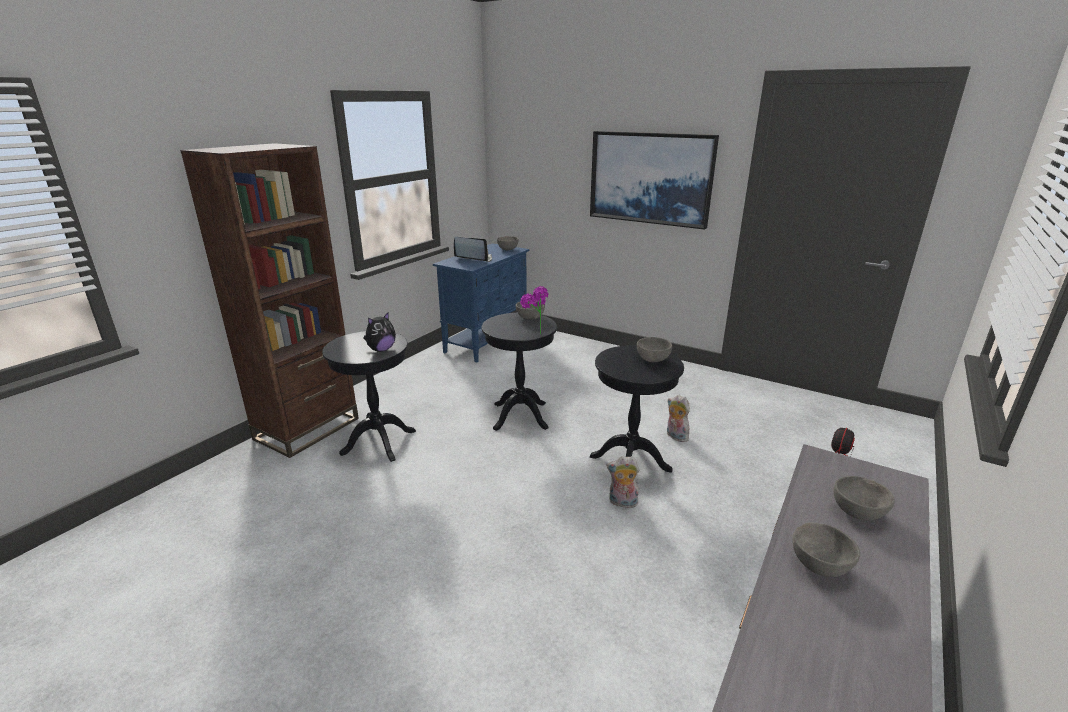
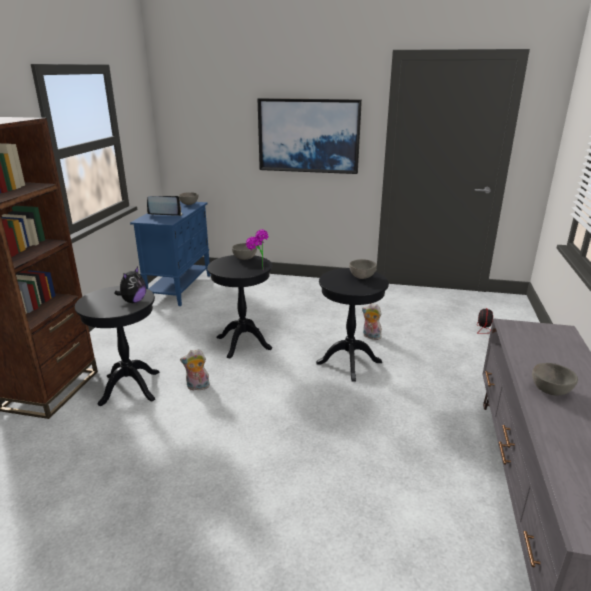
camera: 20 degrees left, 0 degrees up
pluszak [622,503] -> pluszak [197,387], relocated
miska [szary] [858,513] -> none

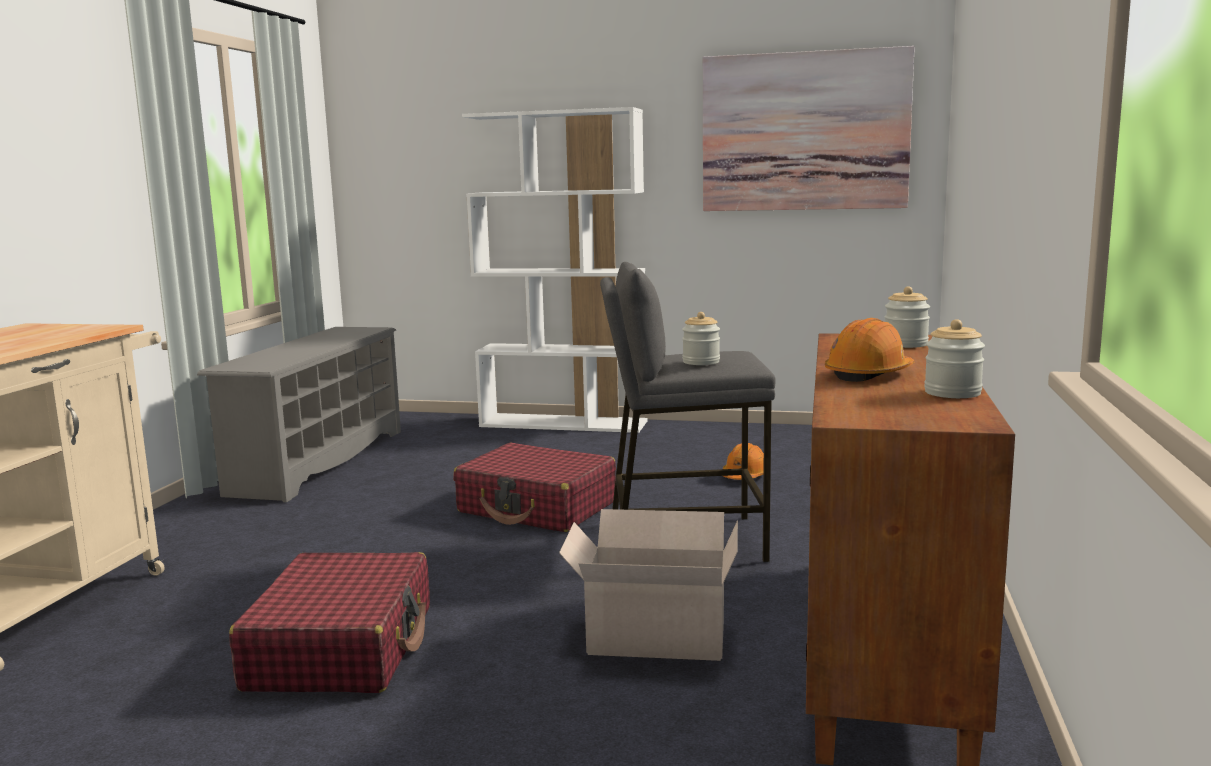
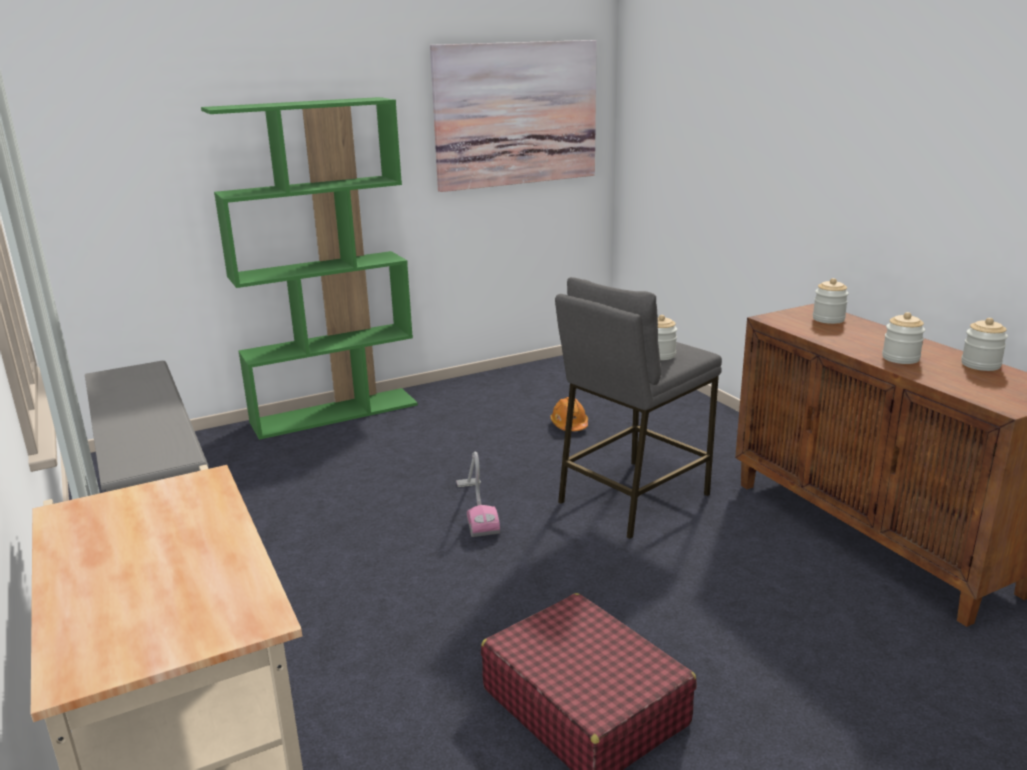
camera: 40 degrees left, 10 degrees up
walizka [czerwony] [537,507] -> odkurzacz [476,508]
regał [biały] [564,423] -> regał [zielony] [335,413]
karton [653,635] -> none
kask [pomarańczowy] [869,375] -> słoik [900,358]

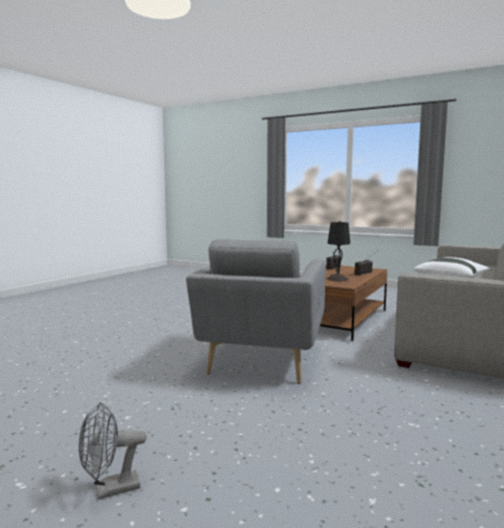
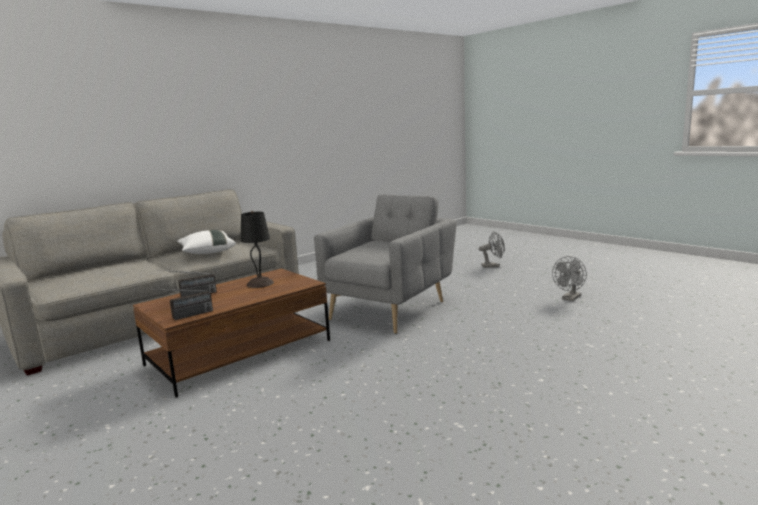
camera: 160 degrees left, 5 degrees up
none -> wentylator [szary] [570,298]

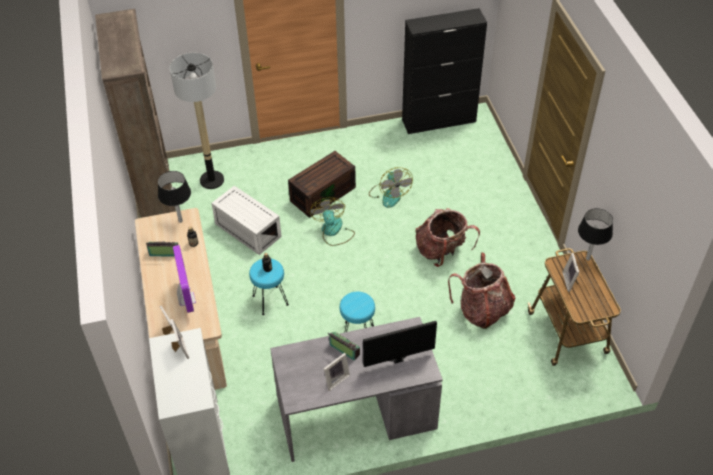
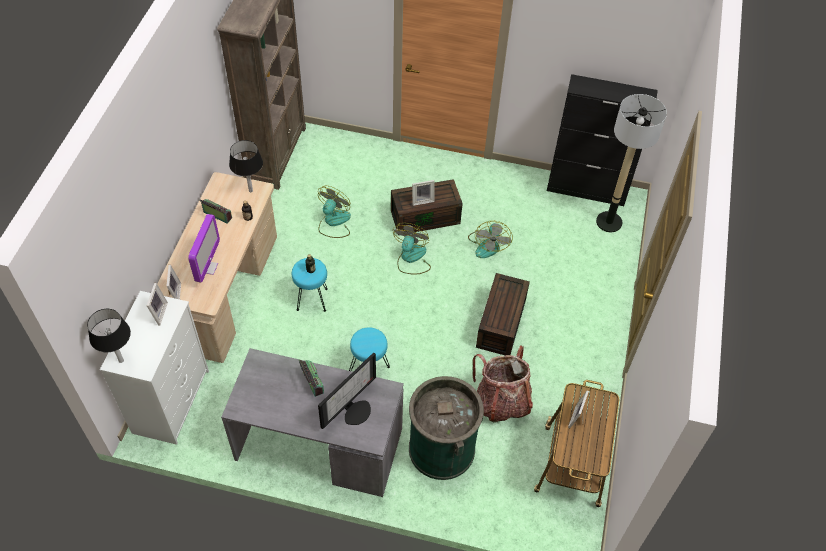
camera: 25 degrees right, 5 degrees up
lampa stojąca [212,180] -> lampa stojąca [609,222], relocated
pojemnik do przechowywania [biały] [246,230] -> wentylator [334,222]
ramka na zdjęcie [335,379] -> ramka na zdjęcie [422,200], relocated
monitor [395,355] -> monitor [355,410], 120 degrees clockwise
plecak [442,251] -> pojemnik do przechowywania [brązowy] [501,325]
lampa stołowa [czarny] [587,258] -> lampa stołowa [czarny] [121,360], relocated
none -> kosz na śmieci [zielony] [441,448]

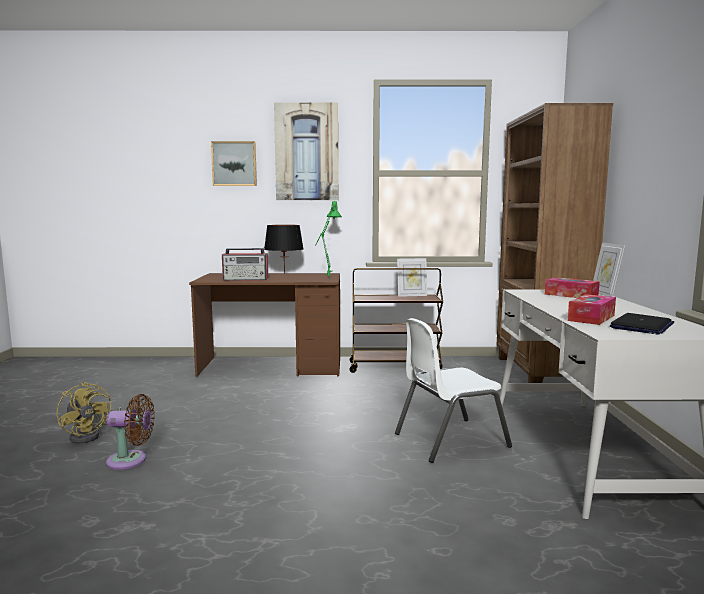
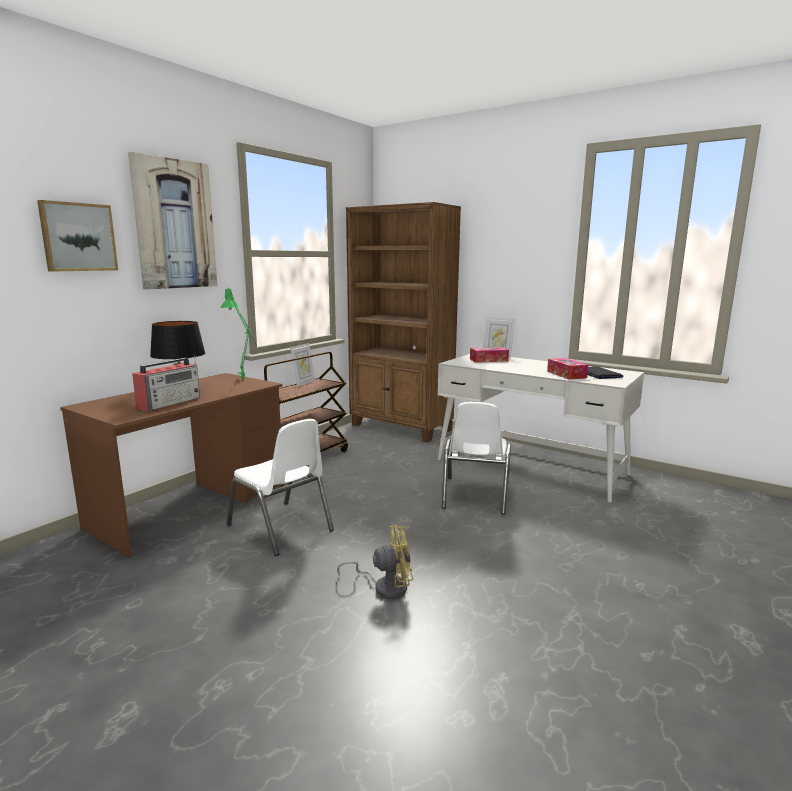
camera: 55 degrees left, 5 degrees up
wentylator [żółty] [88,435] -> wentylator [żółty] [385,587], relocated
wentylator [brązowy] [131,461] -> none
none -> krzesło [biały] [280,528]

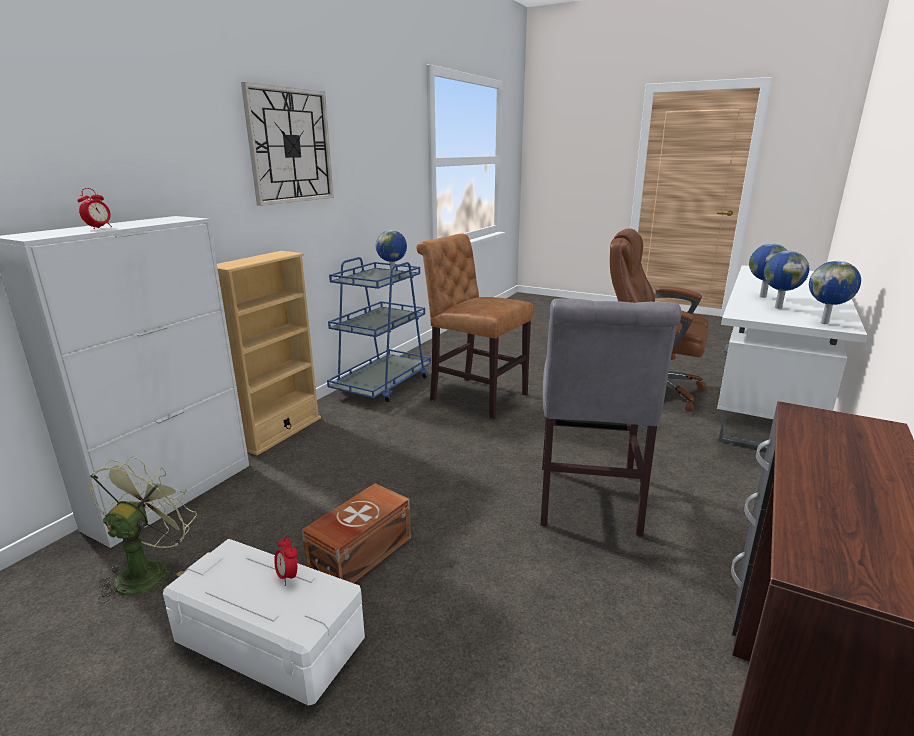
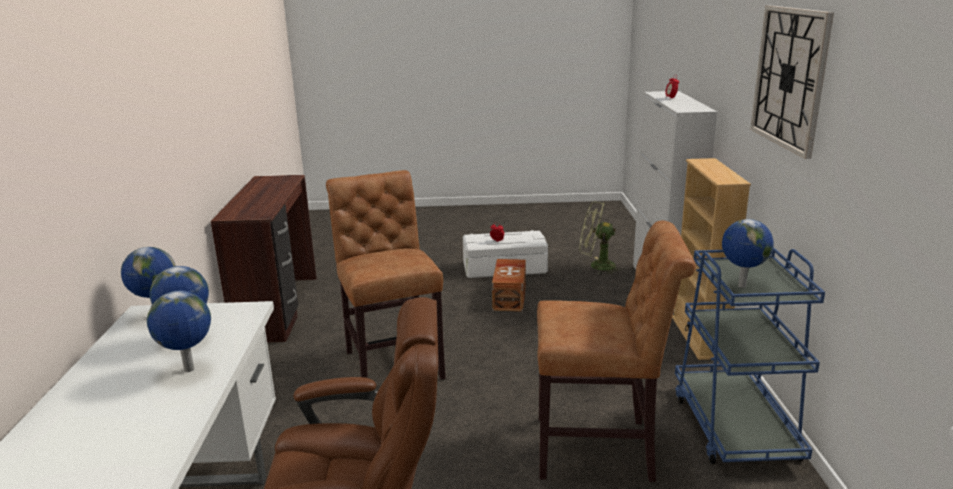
camera: 150 degrees right, 0 degrees up
wentylator [zielony] [148,570] -> wentylator [zielony] [596,266], 120 degrees clockwise
krzesło [szary] [588,503] -> krzesło [brązowy] [392,362]

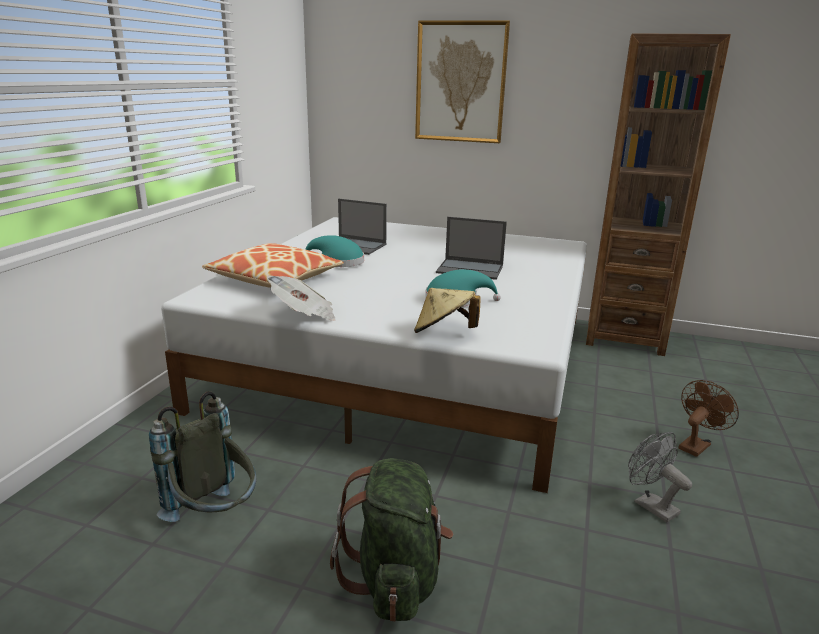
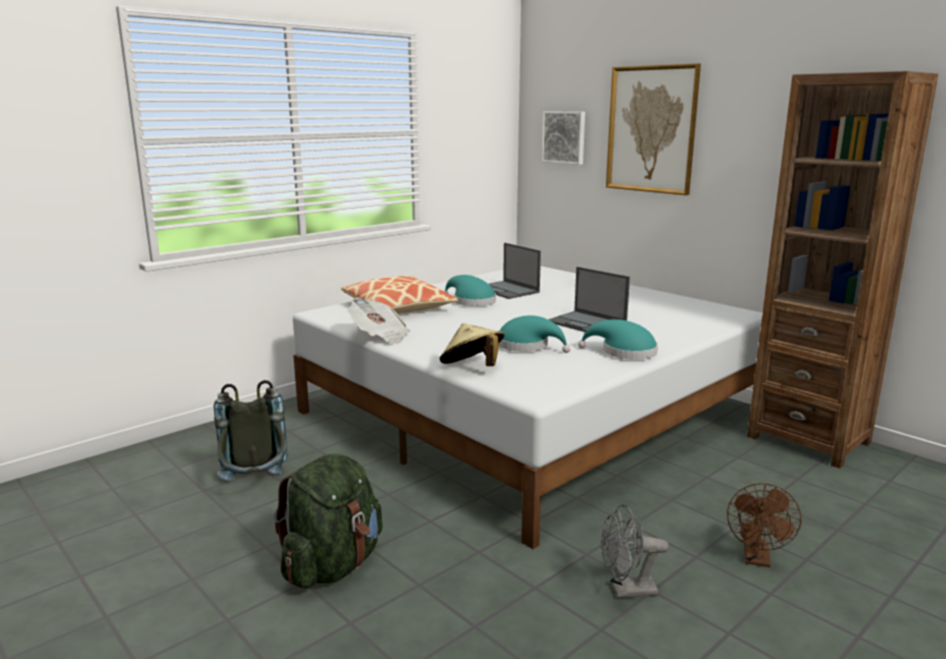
camera: 30 degrees right, 5 degrees down
wentylator [szary] [650,505] -> wentylator [szary] [626,591], 90 degrees counterclockwise
wentylator [brązowy] [696,445] -> wentylator [brązowy] [757,559], 120 degrees clockwise
none -> obraz [564,137]
none -> kapelusz [turkusowy] [624,352]

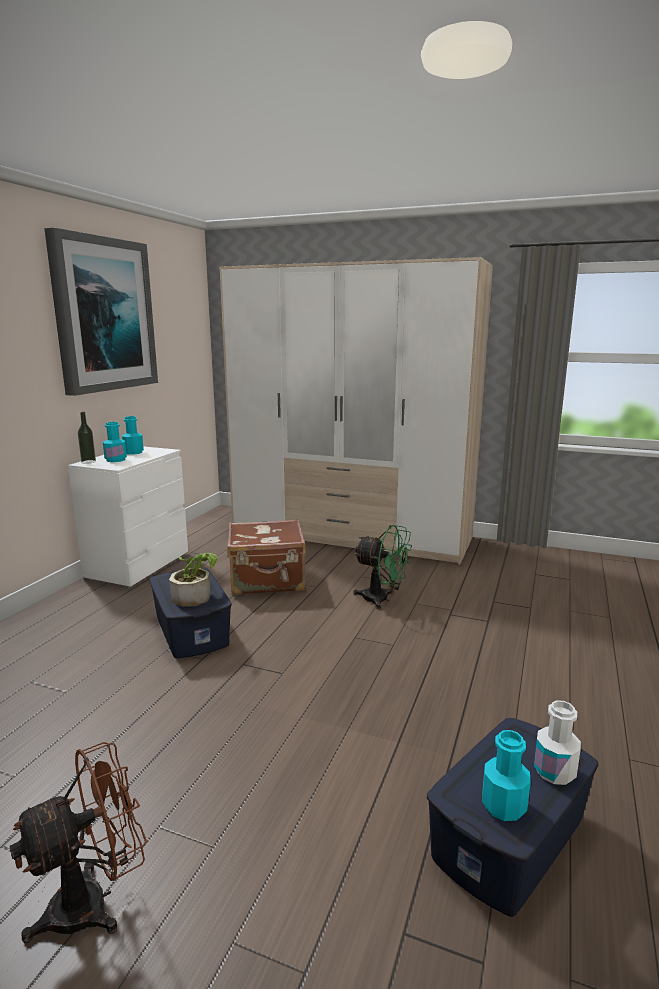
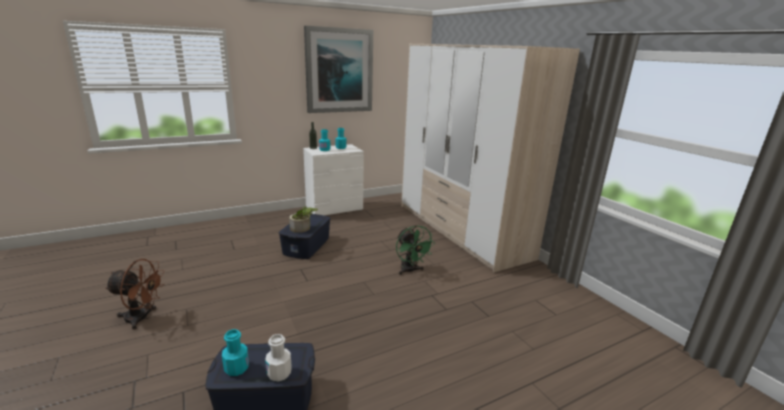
camera: 40 degrees right, 5 degrees up
walizka [brązowy] [267,581] -> none

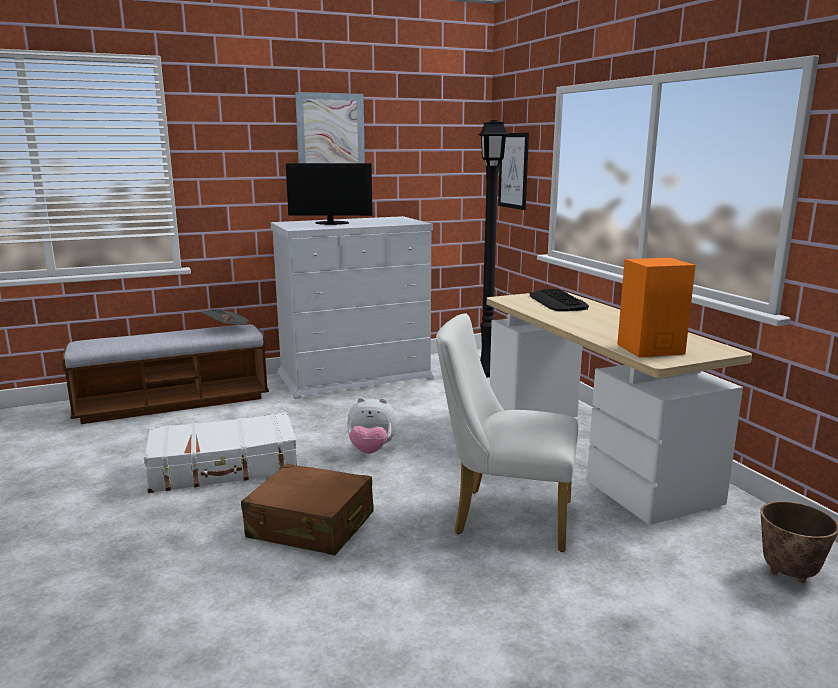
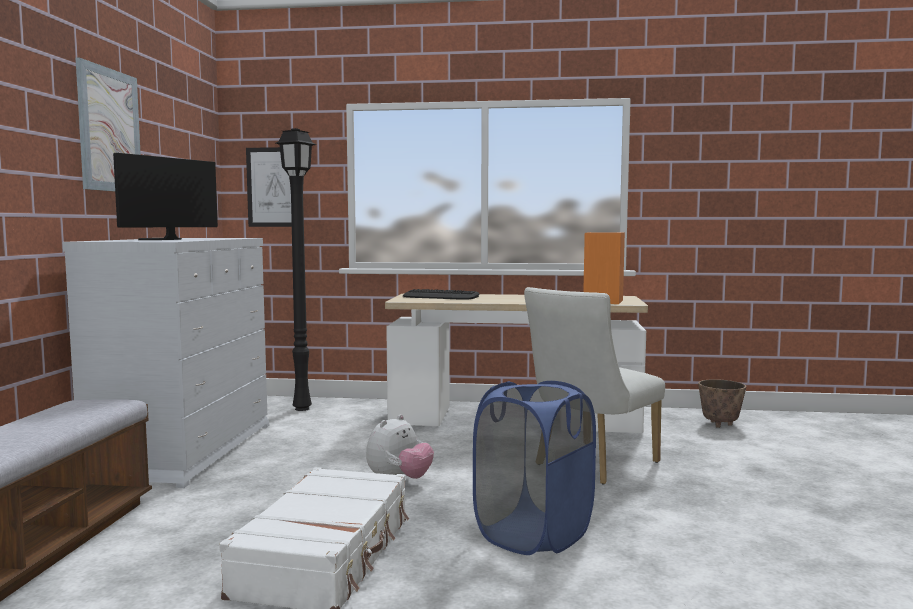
camera: 60 degrees left, 10 degrees down
gazeta [229,330] -> none
walizka [brązowy] [311,526] -> kosz na pranie [niebieski] [533,534]

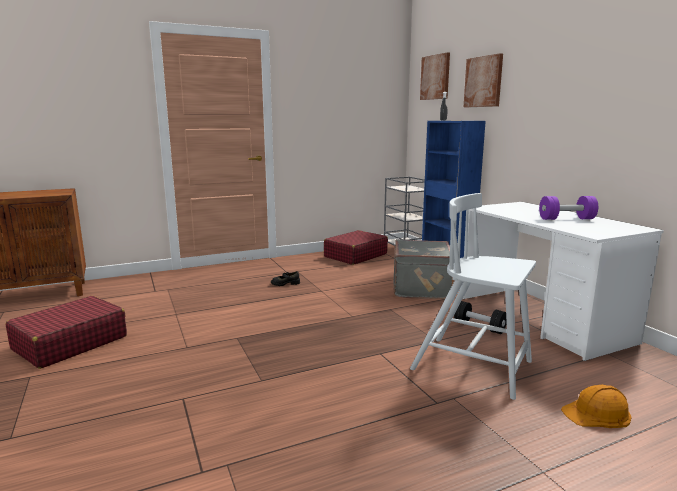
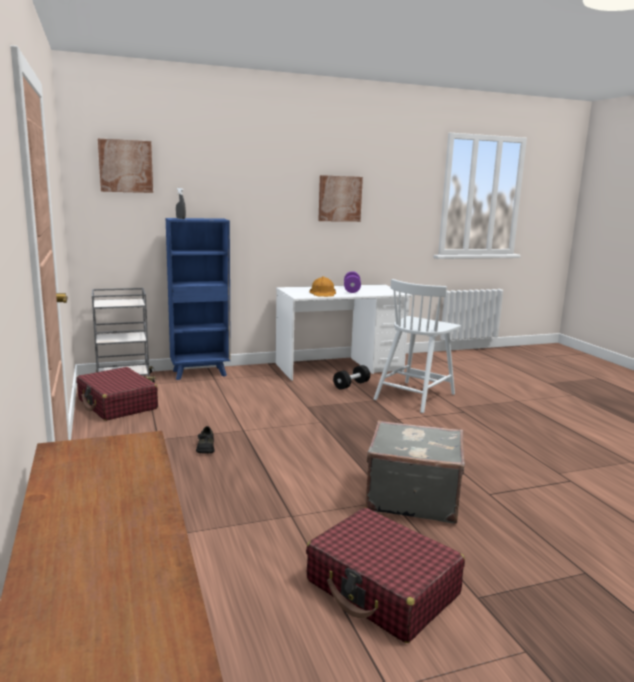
camera: 85 degrees left, 0 degrees up
walizka [szary] [422,288] -> walizka [szary] [412,497], relocated
obraz [483,82] -> obraz [339,198], relocated
kask [pomarańczowy] [597,413] -> kask [pomarańczowy] [323,293], relocated

